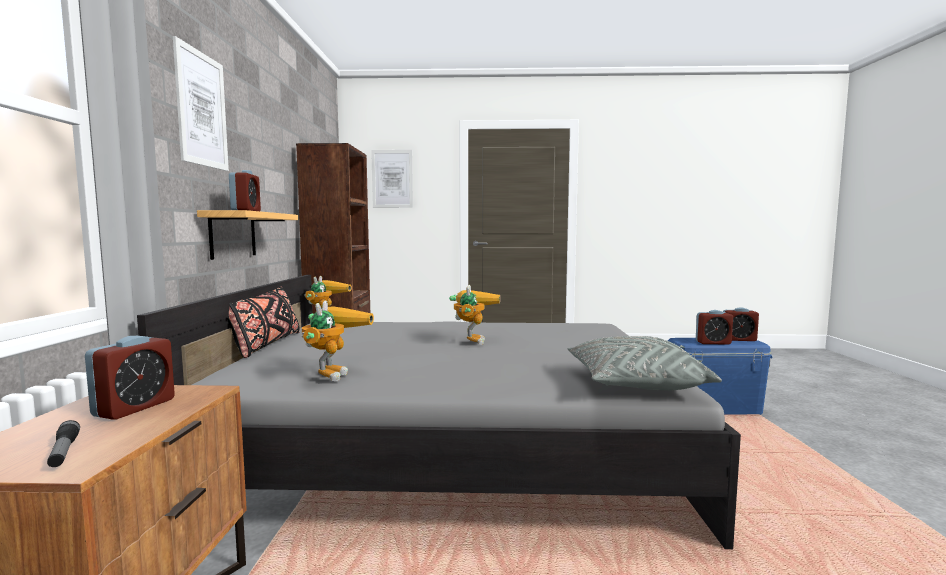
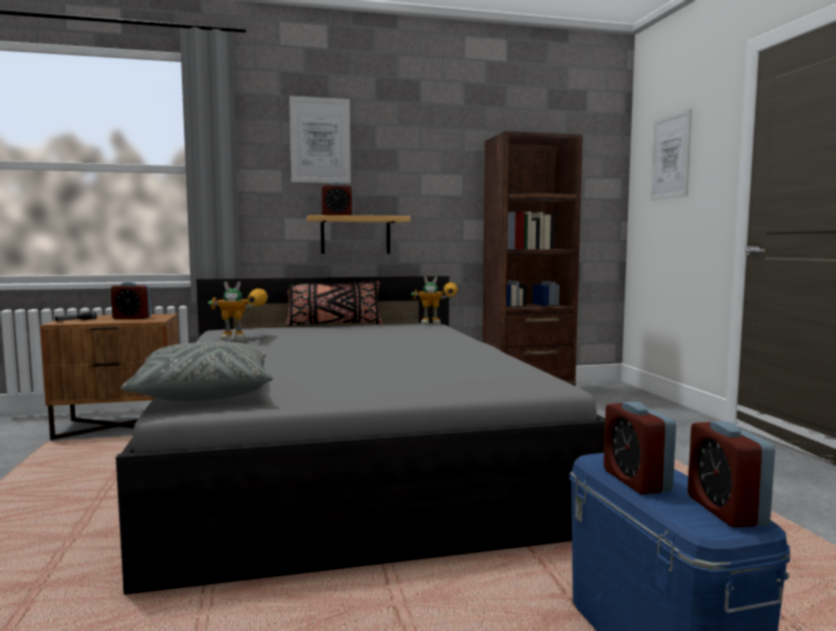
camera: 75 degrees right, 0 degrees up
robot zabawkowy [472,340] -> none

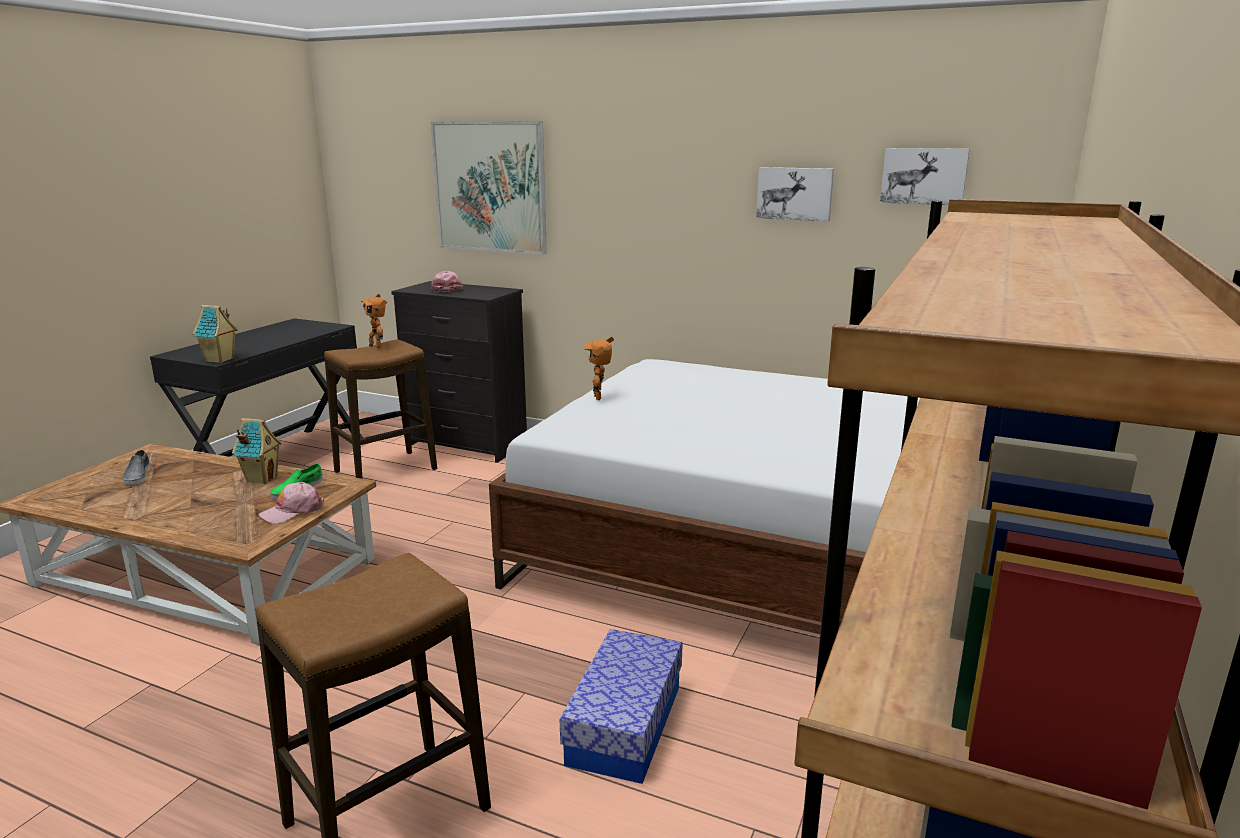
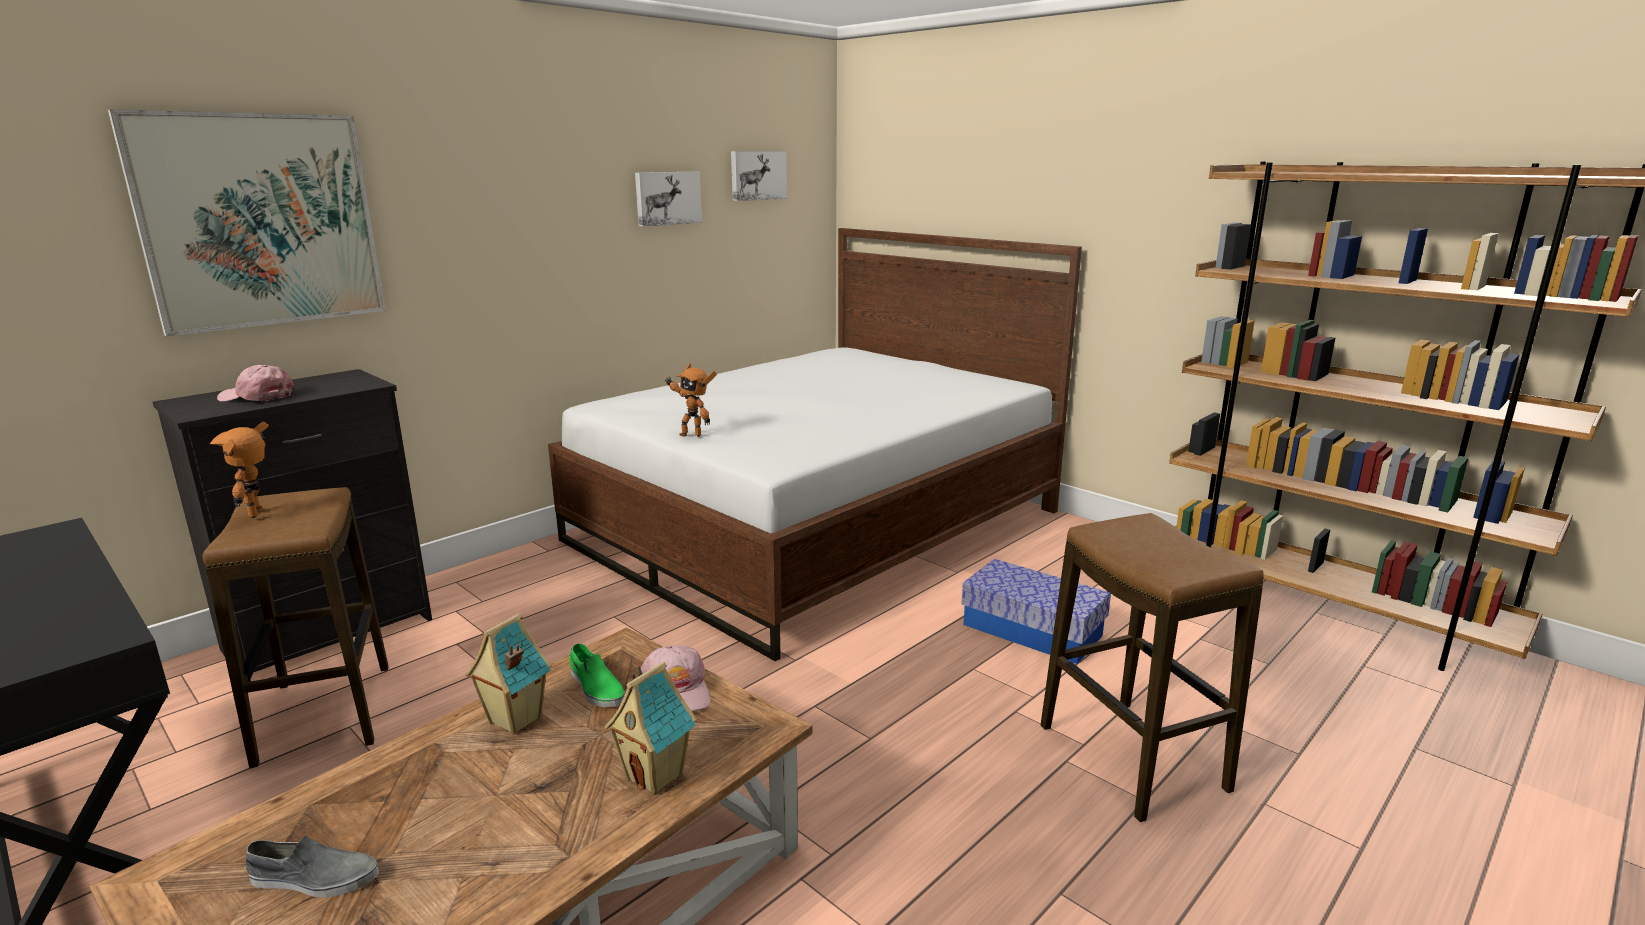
camera: 70 degrees left, 0 degrees up
domek [220,360] -> domek [656,776], relocated
robot zabawkowy [377,346] -> robot zabawkowy [261,512], 105 degrees clockwise

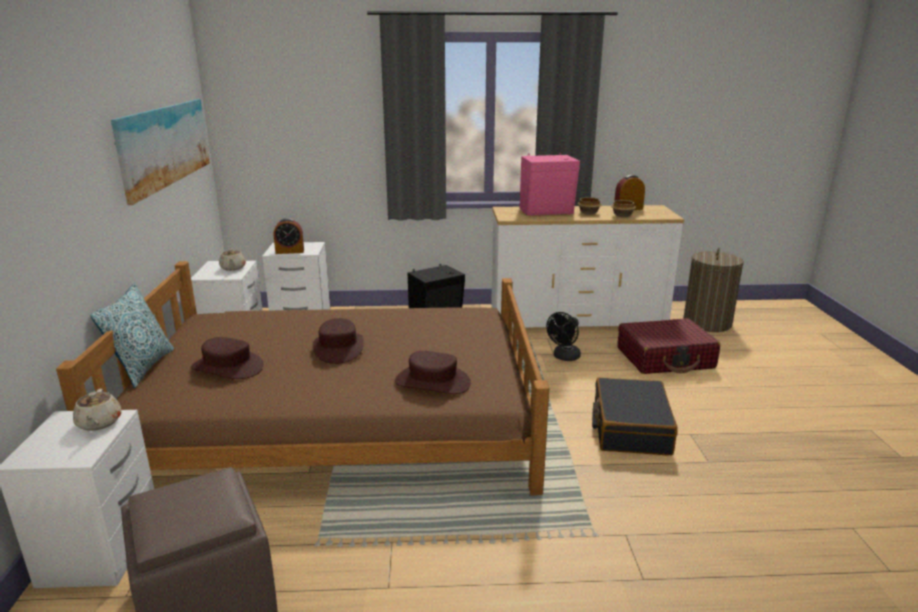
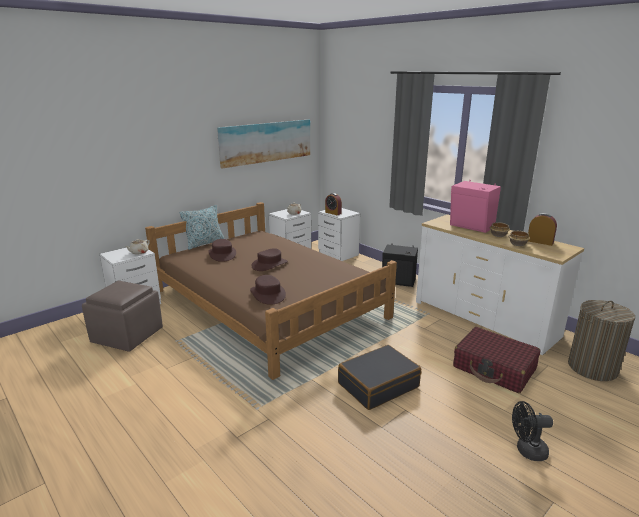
camera: 50 degrees right, 0 degrees up
wentylator [czarny] [564,357] -> wentylator [czarny] [527,451], relocated

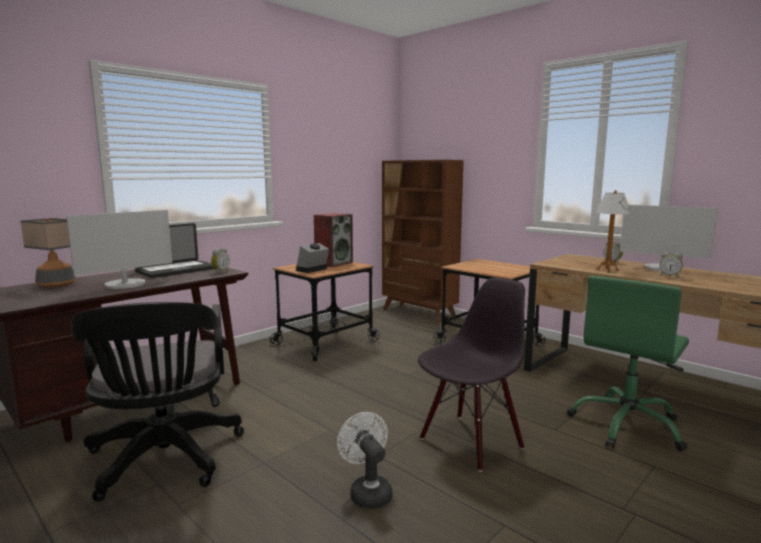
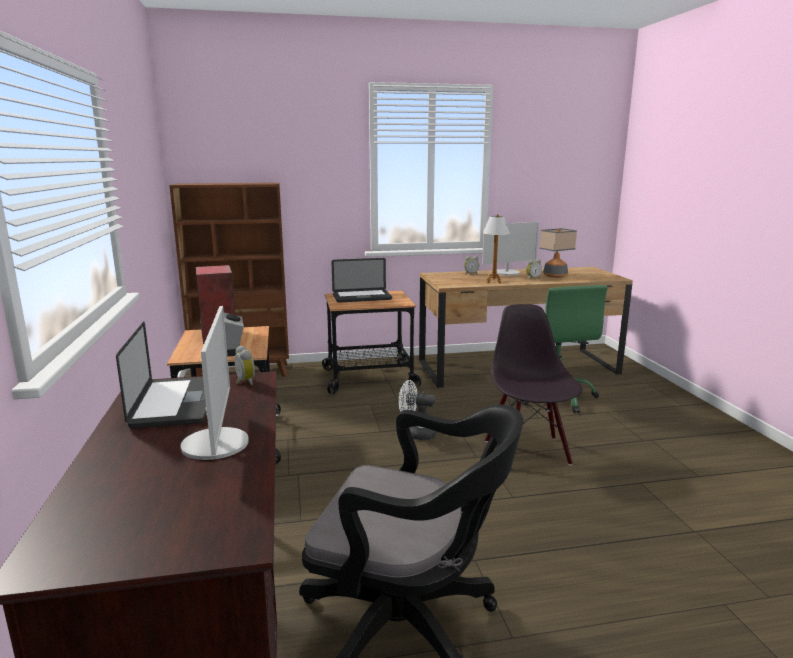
camera: 55 degrees left, 5 degrees up
lampa stołowa [56,284] -> lampa stołowa [555,276], relocated
wentylator [biały] [367,492] -> wentylator [biały] [416,434], relocated
none -> laptop [362,297]

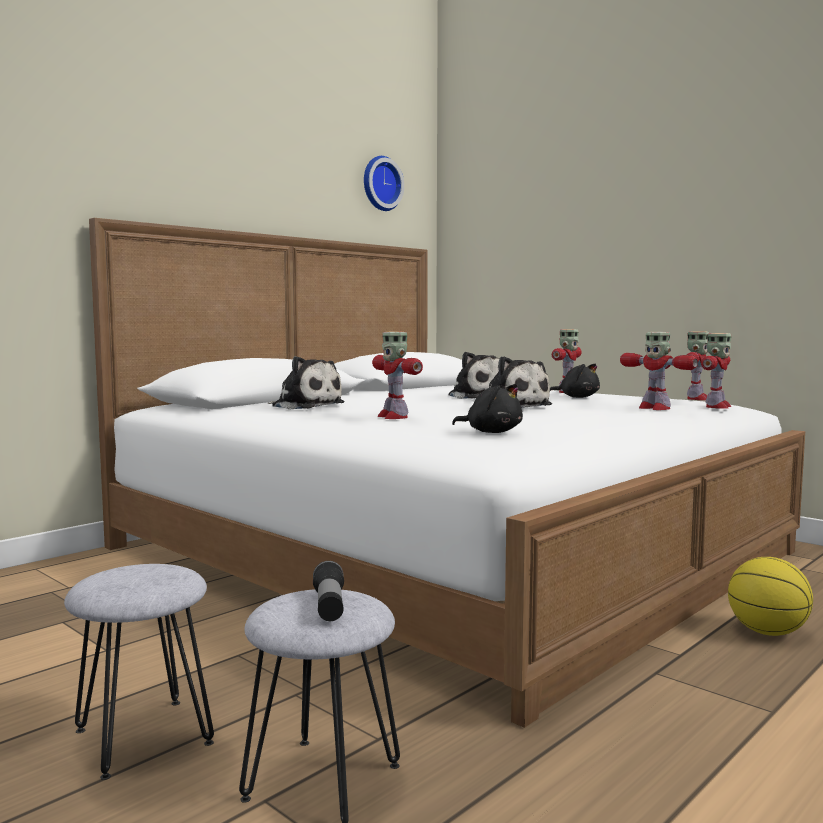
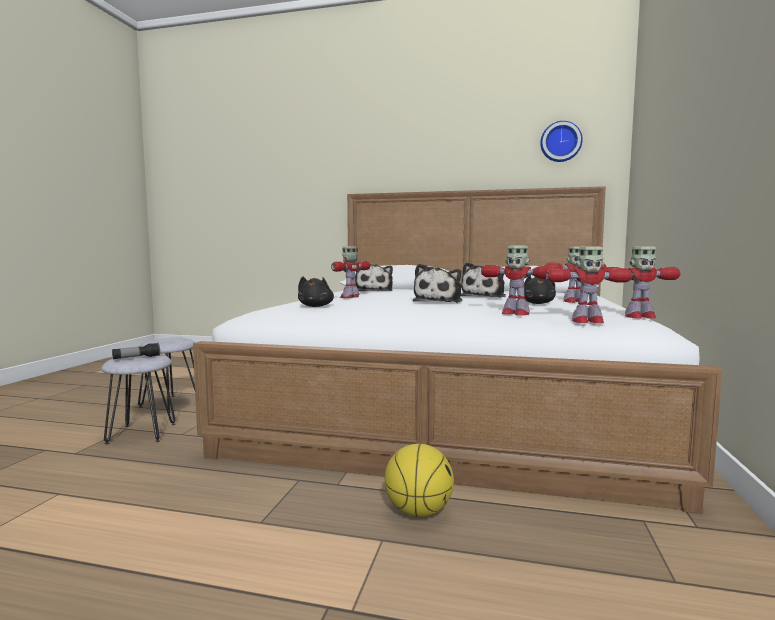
camera: 60 degrees right, 0 degrees up
robot zabawkowy [654,408] -> robot zabawkowy [514,313], 75 degrees counterclockwise

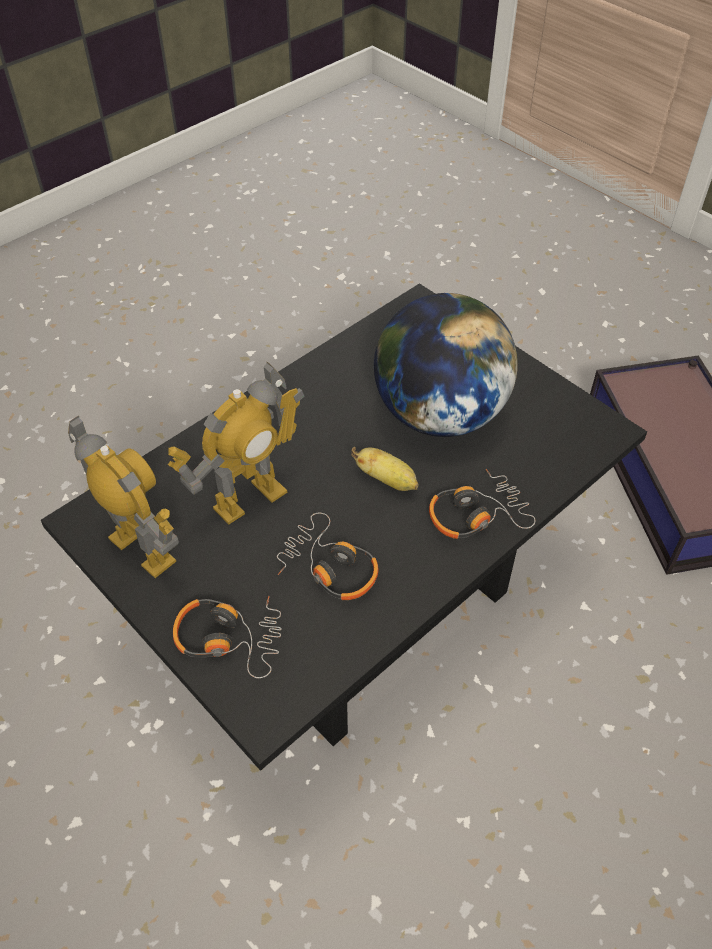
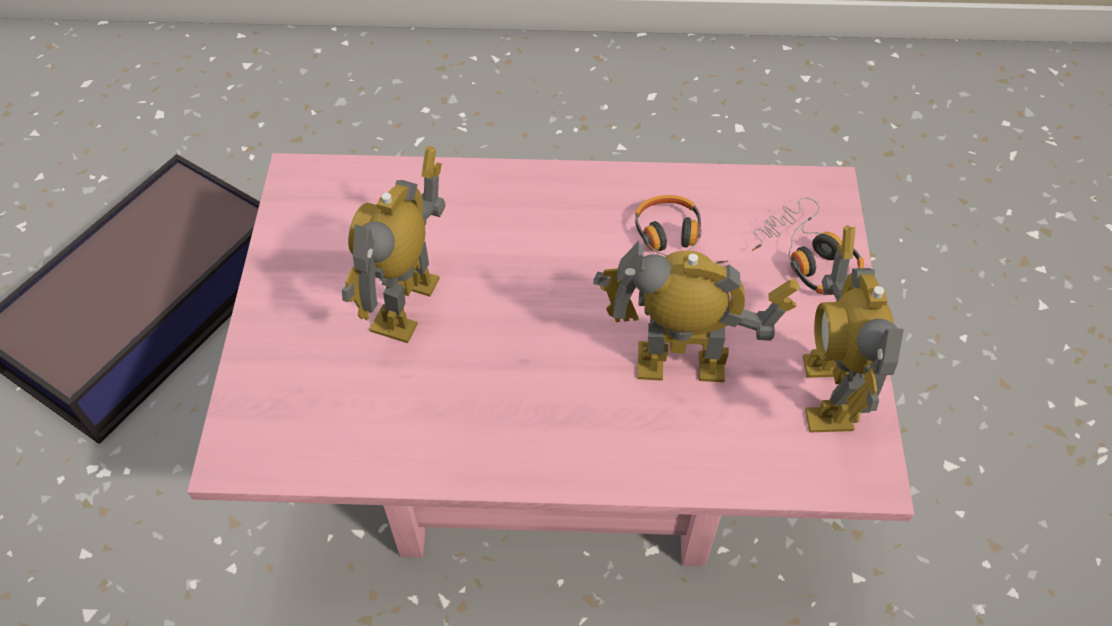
camera: 135 degrees left, 5 degrees up
ława [czarny] [355,601] -> ława [różowy] [555,450]
banan [387,480] -> none
globus [439,414] -> robot zabawkowy [408,306]
słuchawki [476,514] -> none

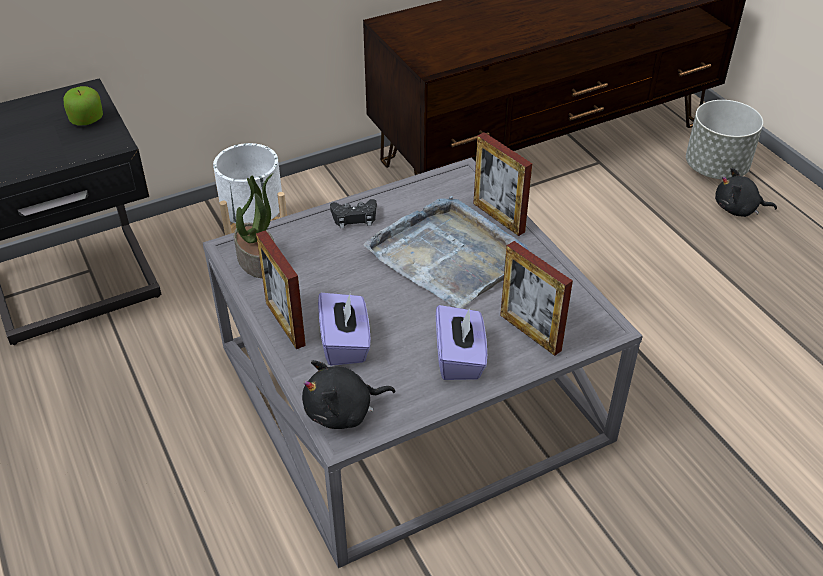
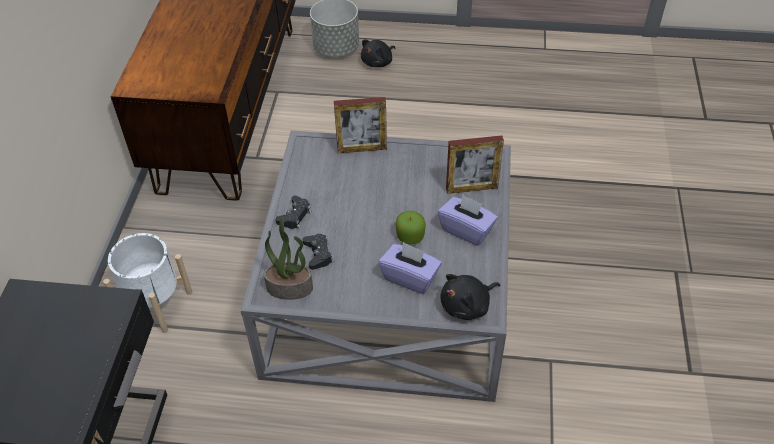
camera: 55 degrees left, 5 degrees up
jabłko [87,120] -> jabłko [410,236], relocated
ramka na zdjęcie [285,324] -> none
pluszak [czarny] [343,411] -> pluszak [czarny] [467,305], 45 degrees clockwise
taca [szary] [449,255] -> none
none -> pad do gier [czarny] [318,254]

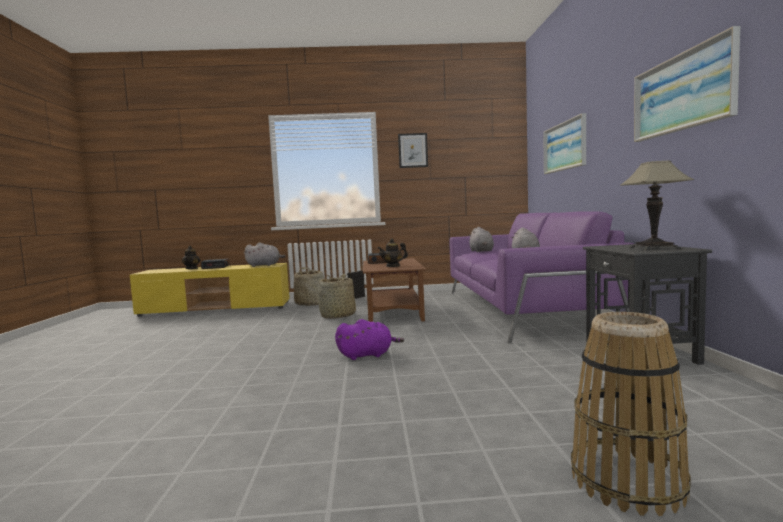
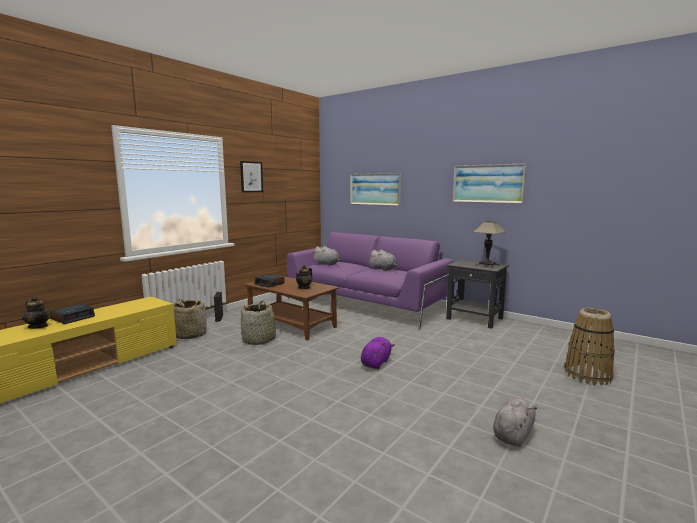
camera: 50 degrees left, 5 degrees up
pluszak [szary] [264,265] -> pluszak [szary] [513,434], relocated

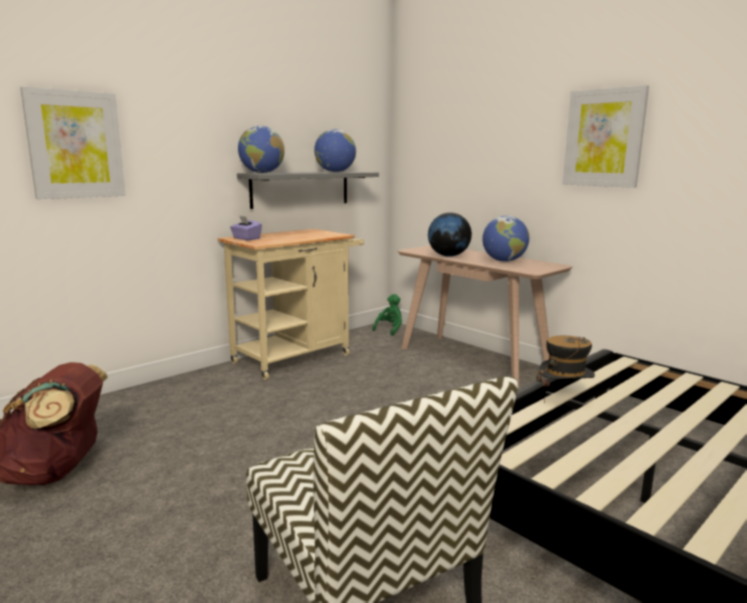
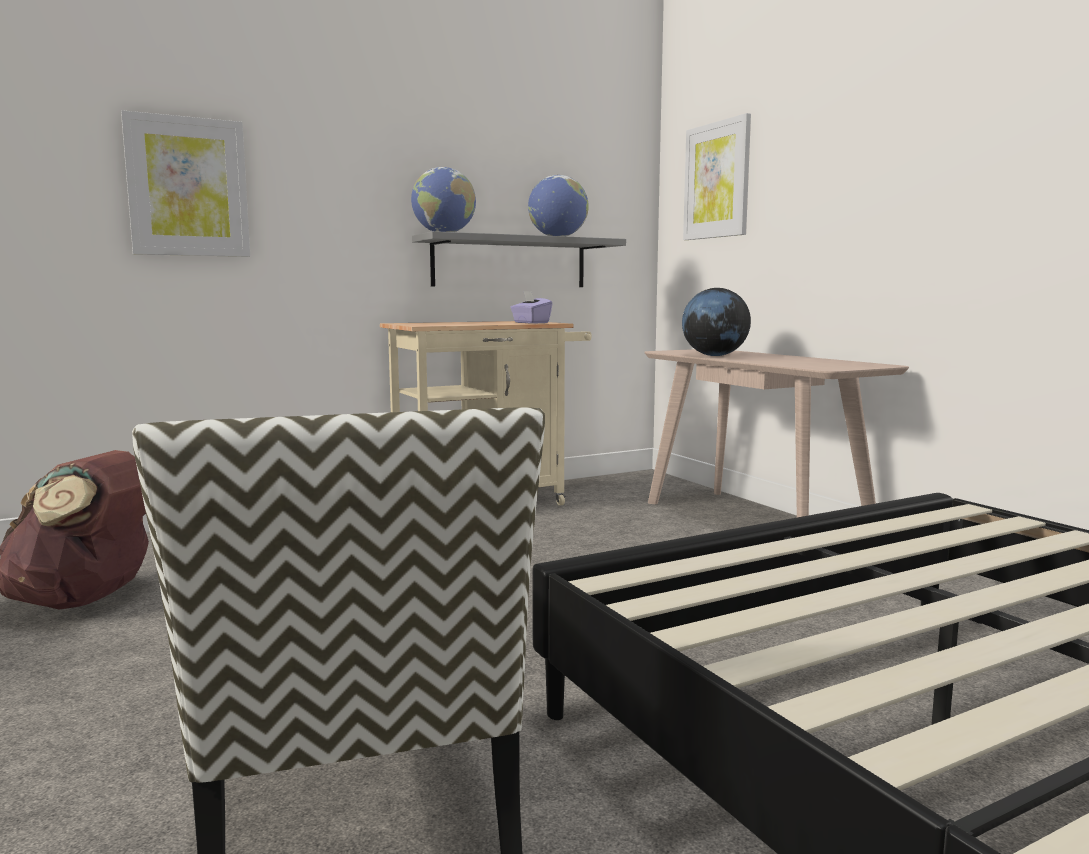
camera: 15 degrees right, 5 degrees down
pudełko chusteczek [fioletowy] [246,239] -> pudełko chusteczek [fioletowy] [530,323], relocated
pluszak [zielony] [390,329] -> none
globus [504,261] -> none
kapelusz [563,398] -> none
obraz [604,138] -> obraz [717,180], relocated

